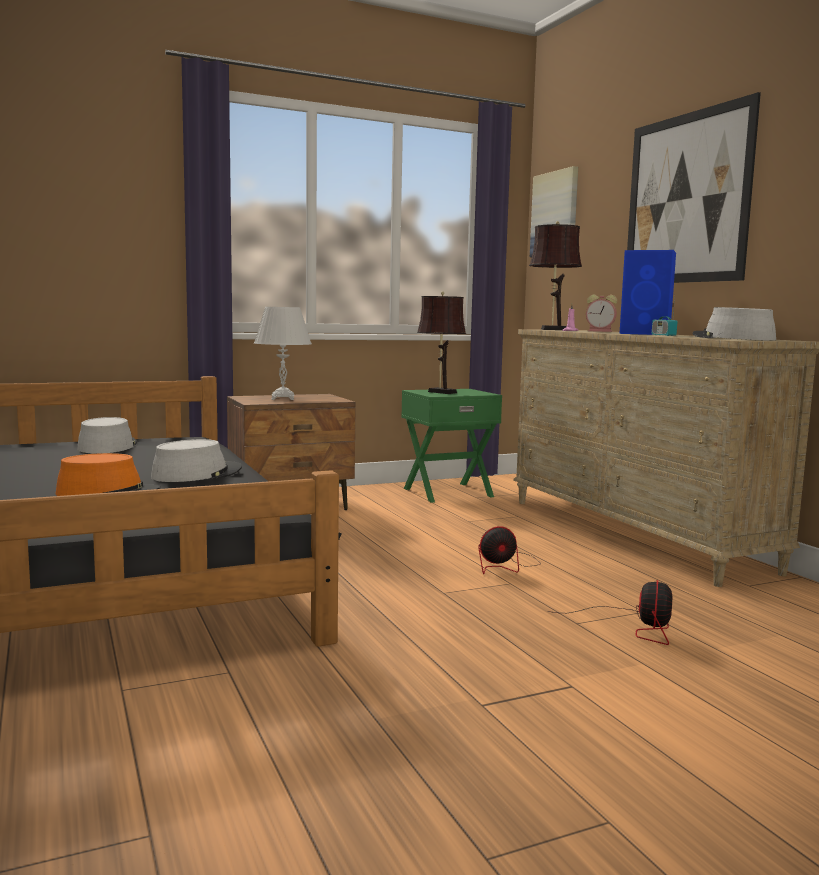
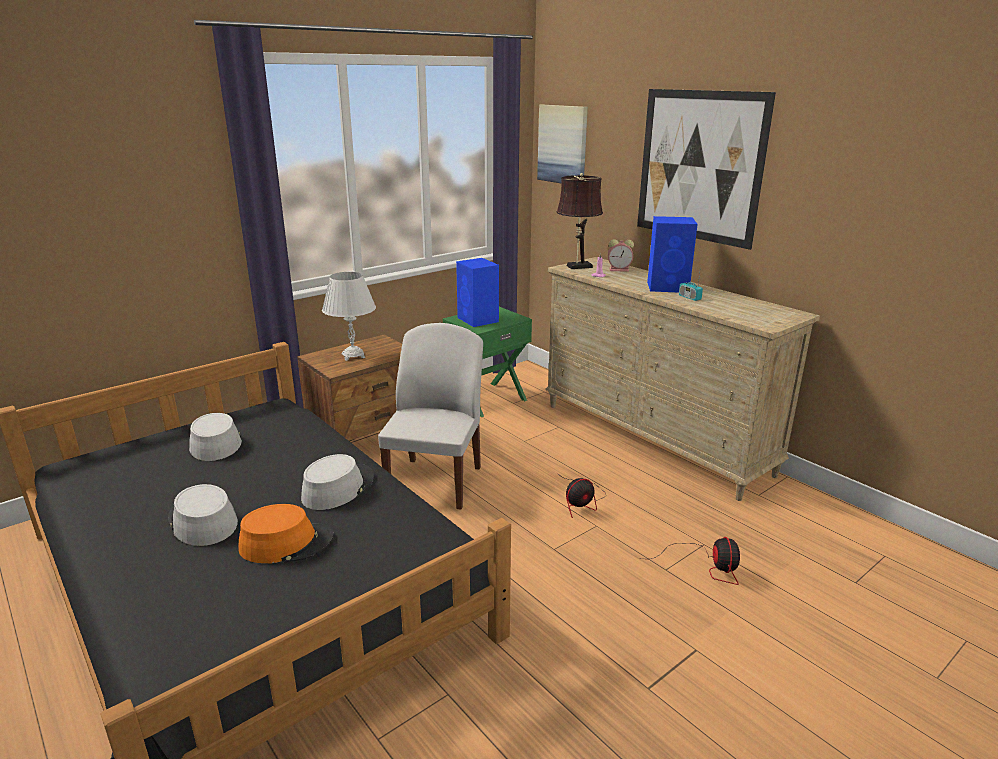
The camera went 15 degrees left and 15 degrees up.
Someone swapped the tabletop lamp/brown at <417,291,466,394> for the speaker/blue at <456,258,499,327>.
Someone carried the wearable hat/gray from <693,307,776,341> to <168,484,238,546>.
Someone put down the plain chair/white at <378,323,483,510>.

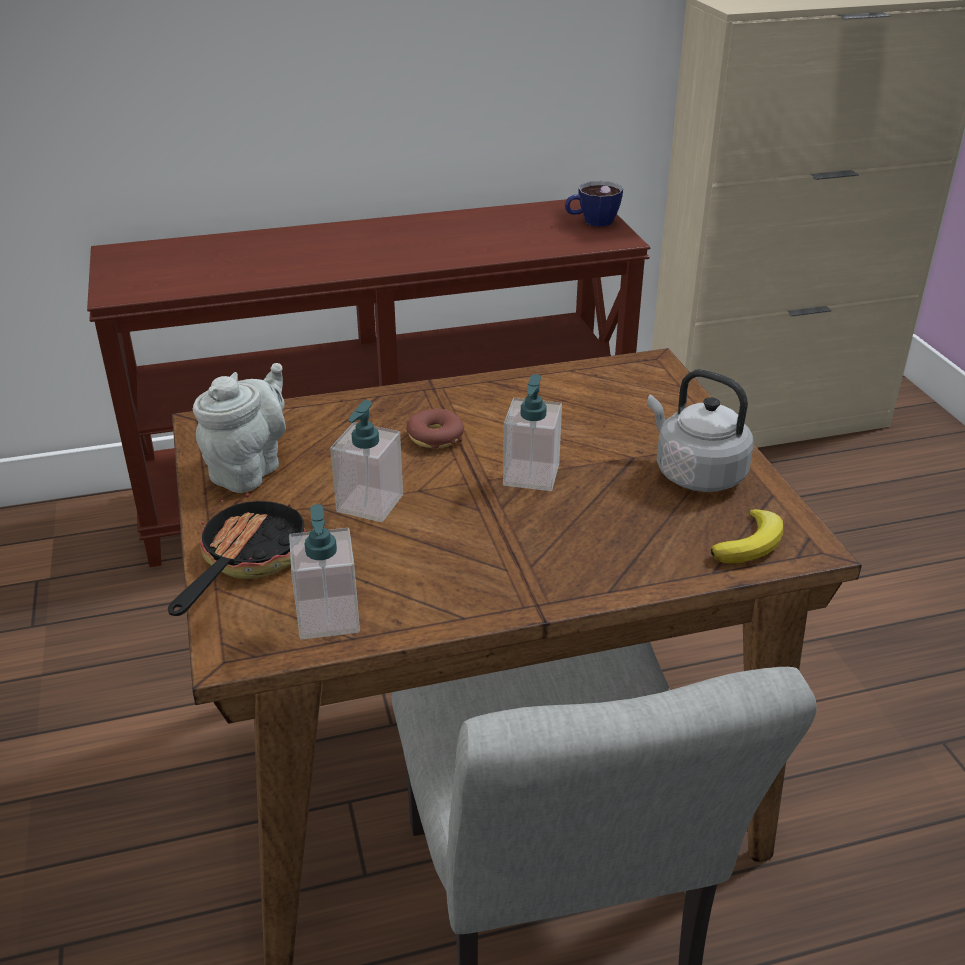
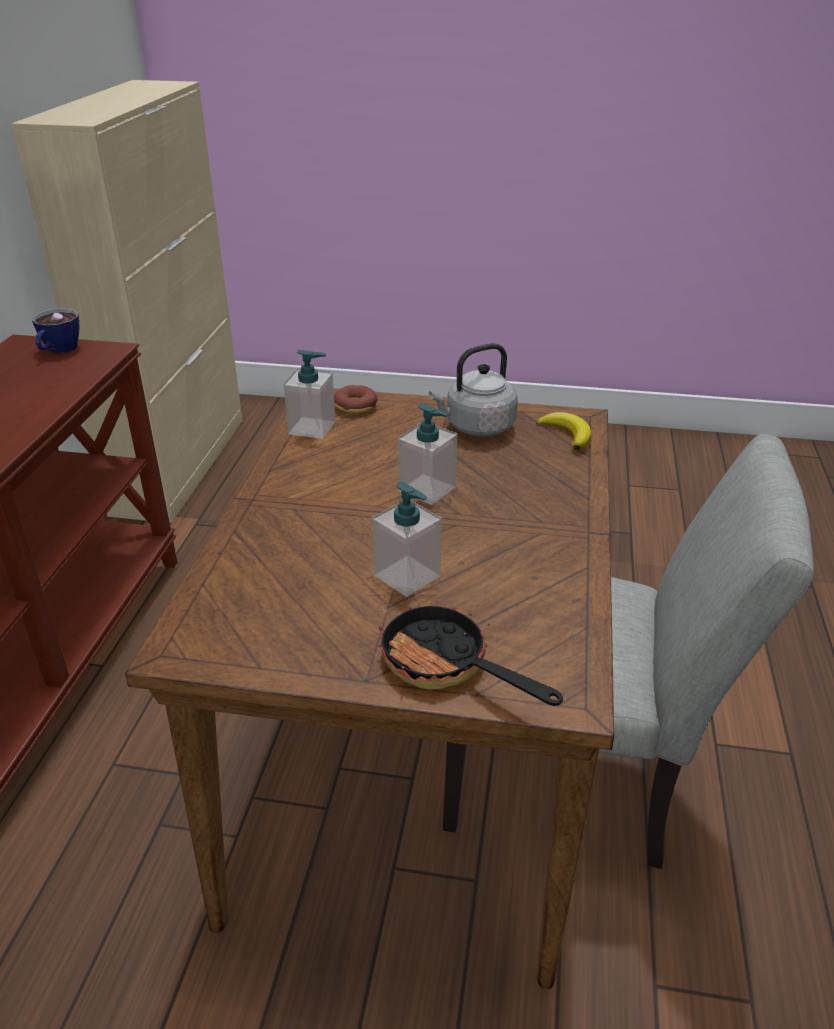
The camera went 65 degrees left and 0 degrees up.
Someone took away the pot for tea/gray at <193,363,286,493>.
Someone carried the doughnut from <406,409,464,448> to <334,385,377,414>.
Someone carried the soap bottle from <289,504,360,640> to <284,350,335,439>.

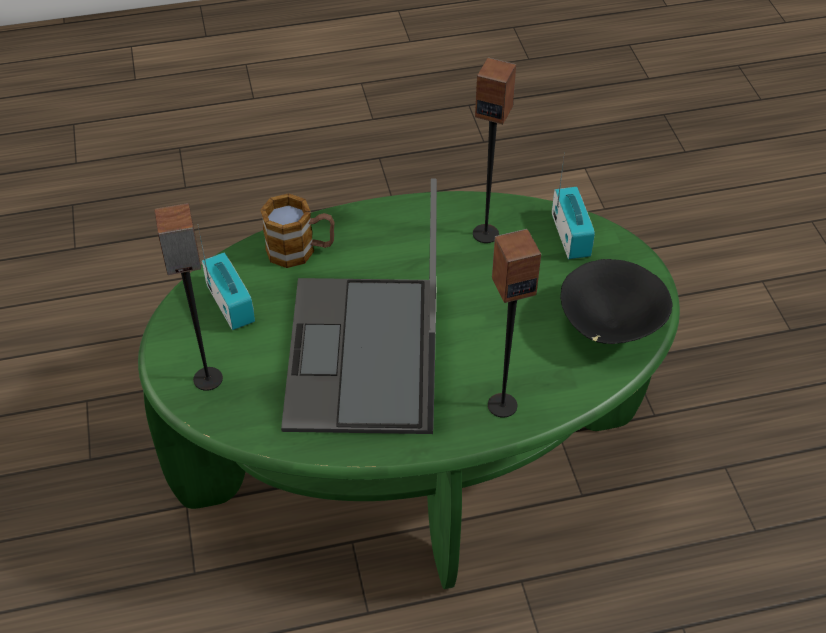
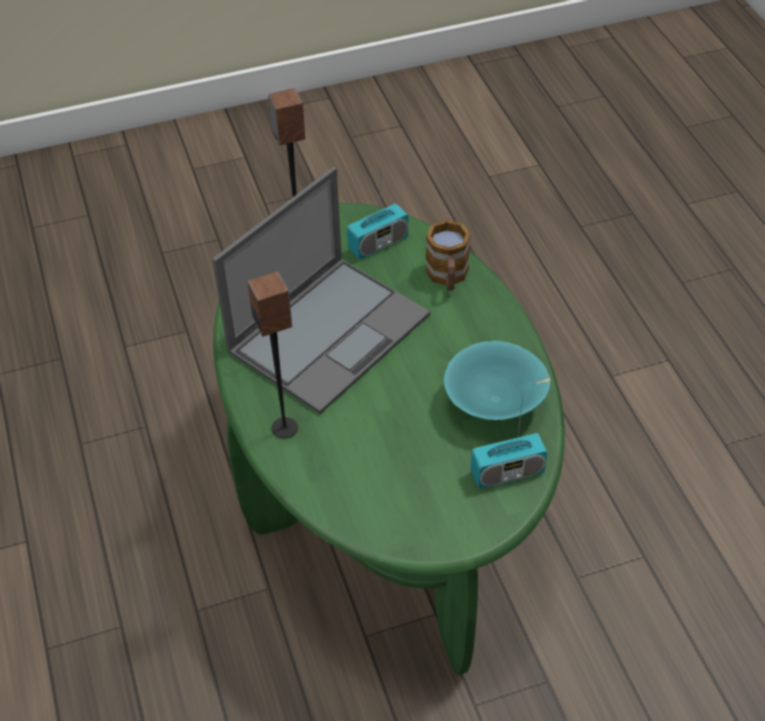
The camera went 85 degrees right and 0 degrees up.
Someone swapped the speaker at <473,57,516,243> for the deep dish/turquoise at <444,341,550,420>.
Someone rotated the notebook computer at <281,179,437,434> by 135 degrees clockwise.
Someone took away the deep dish/black-coloured at <560,259,673,344>.

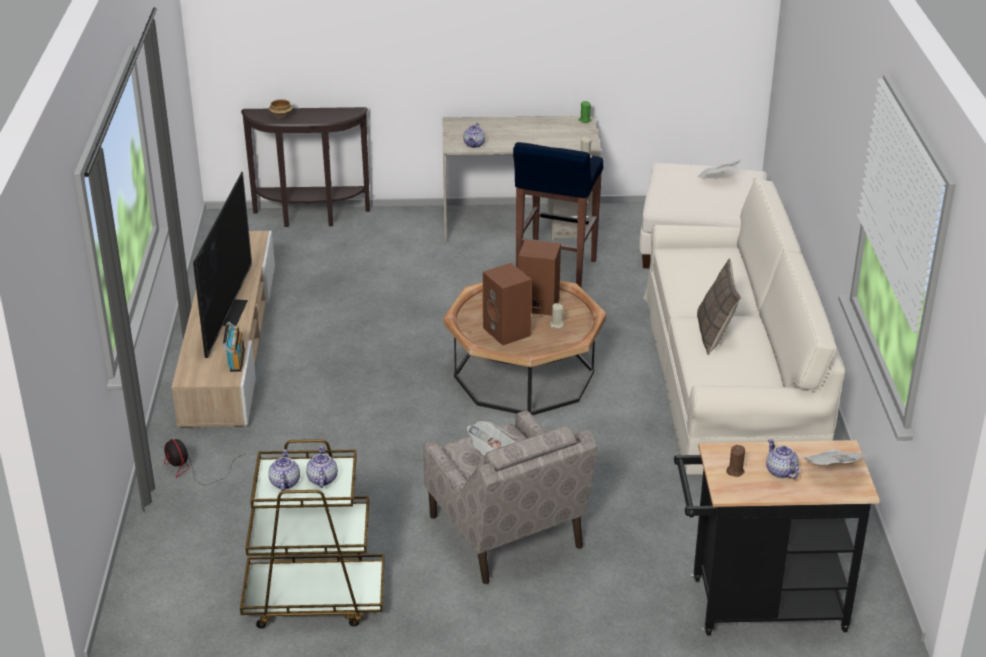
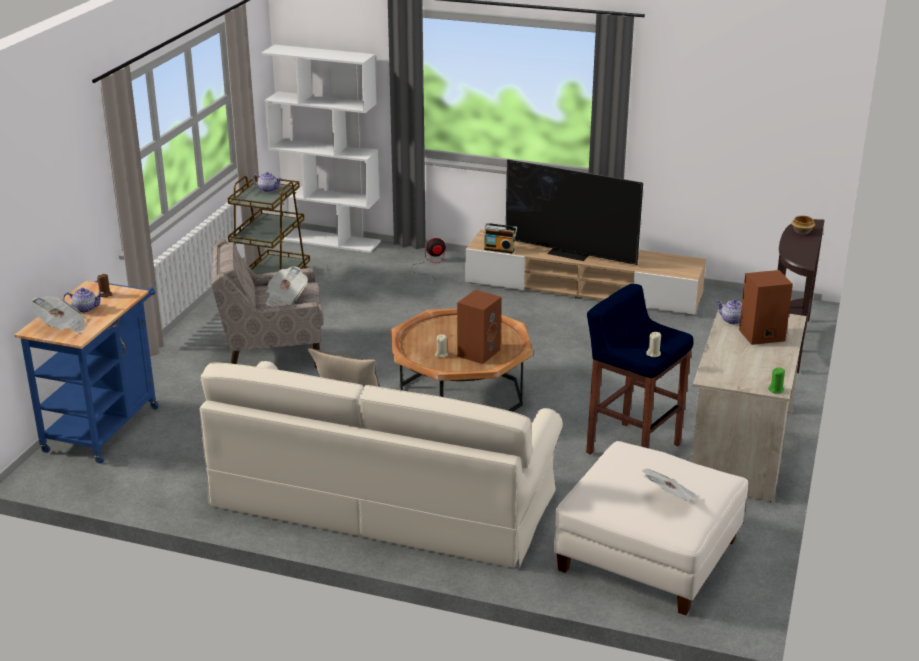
The camera went 110 degrees right and 5 degrees down.
Someone carried the speaker/brown from <483,263,532,346> to <739,270,793,345>.
Someone repainted the wheeled cart/black-coloured at <674,440,880,635>, which became the wheeled cart/blue at <15,280,159,464>.
Someone took away the pot for tea at <306,446,338,488>.
Someone put down the bookcase/white at <261,45,381,253>.

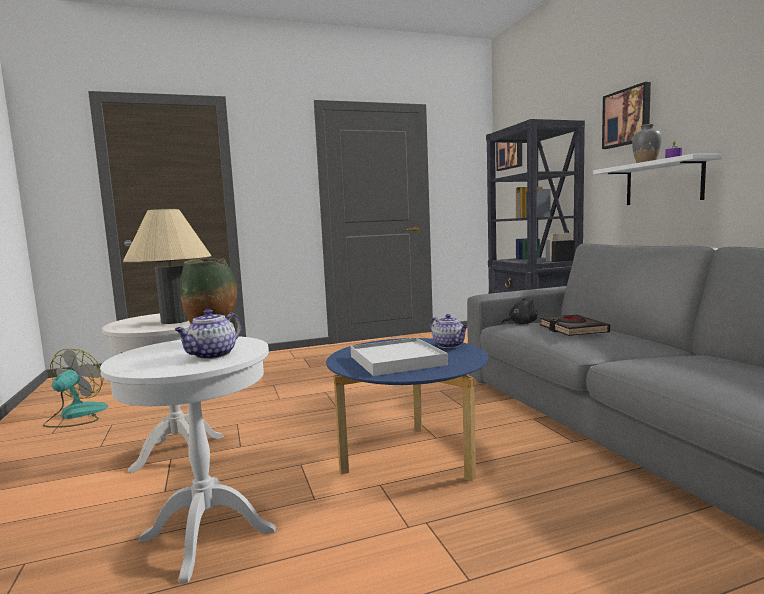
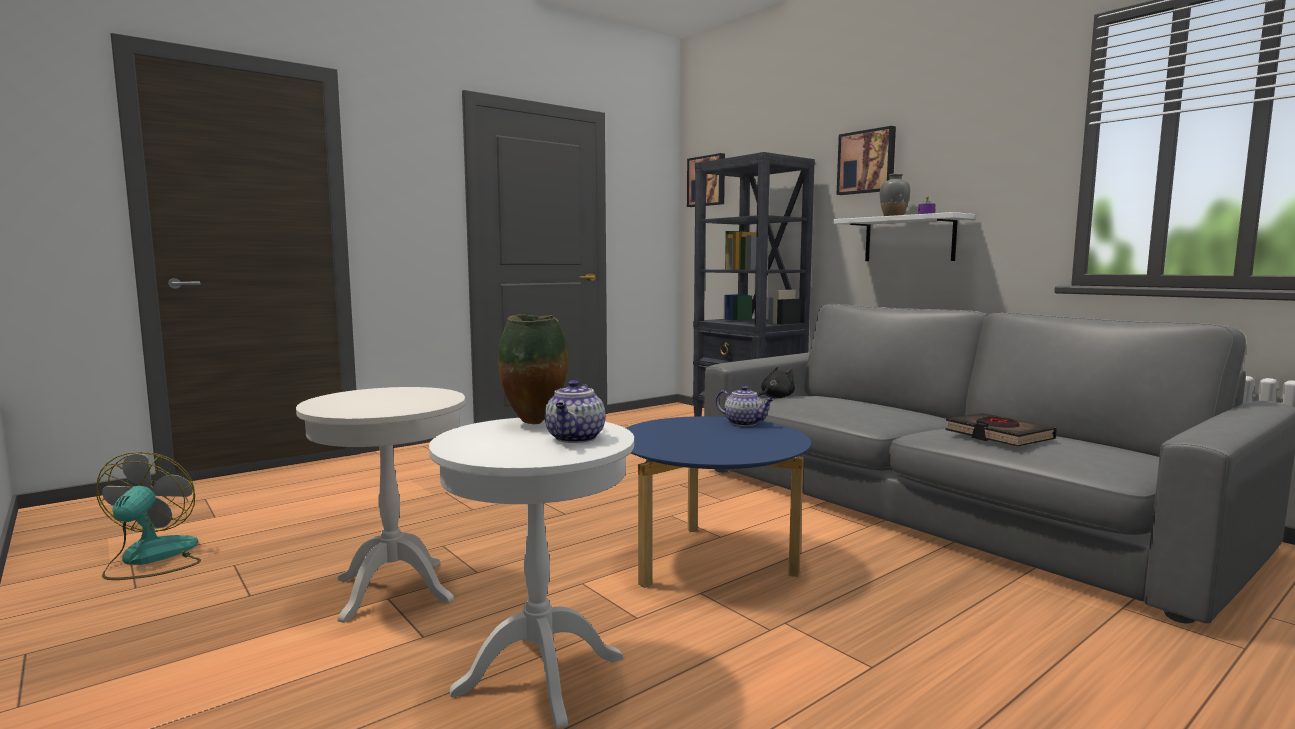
The camera went 20 degrees left and 0 degrees up.
Someone took away the tabletop lamp/beige at <123,209,211,324>.
Someone carried the bound book/black-coloured from <539,315,610,336> to <945,413,1057,447>.
Someone took away the carrying tray/white at <350,338,448,376>.

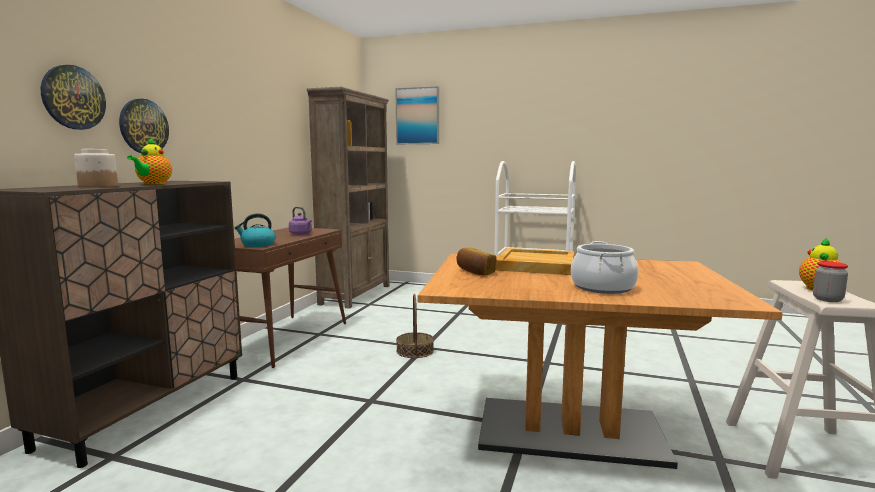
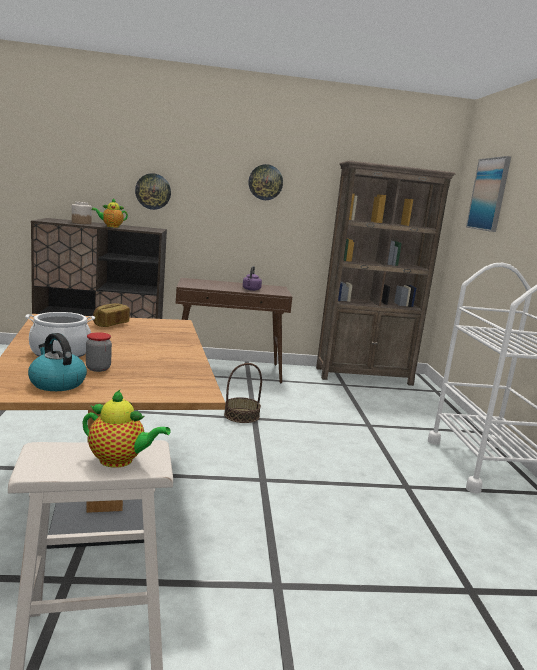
The camera went 65 degrees right and 5 degrees up.
Someone carried the hanging clock from <41,65,106,130> to <248,164,283,200>.
Someone carried the water kettle from <234,213,276,247> to <28,333,87,391>.
Someone took away the carrying tray/beige at <495,248,575,275>.
Someone carried the storage jar from <813,261,848,302> to <86,332,112,372>.

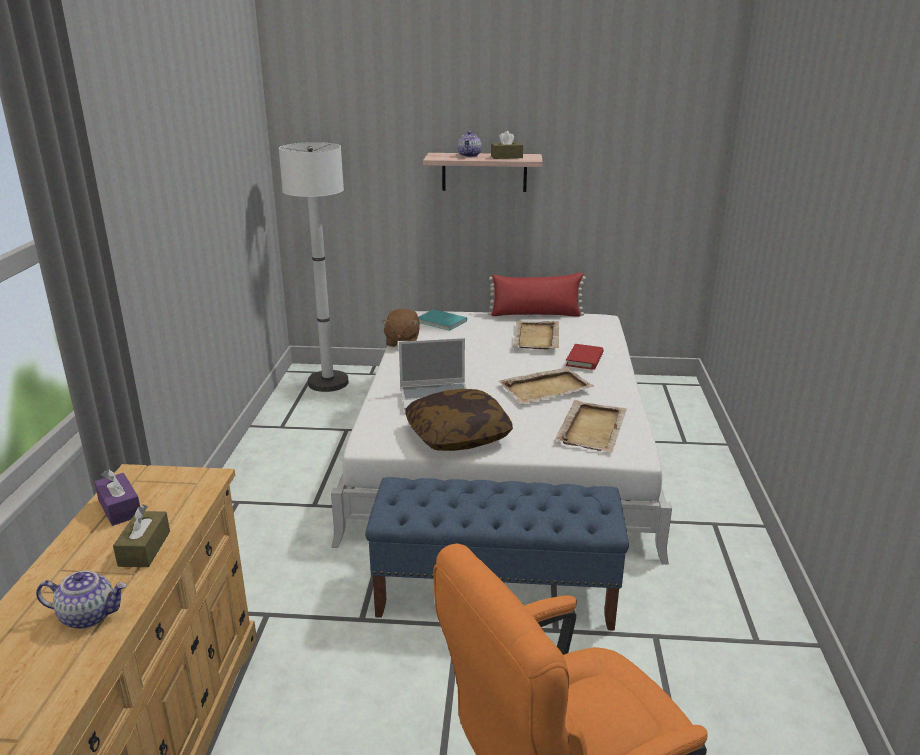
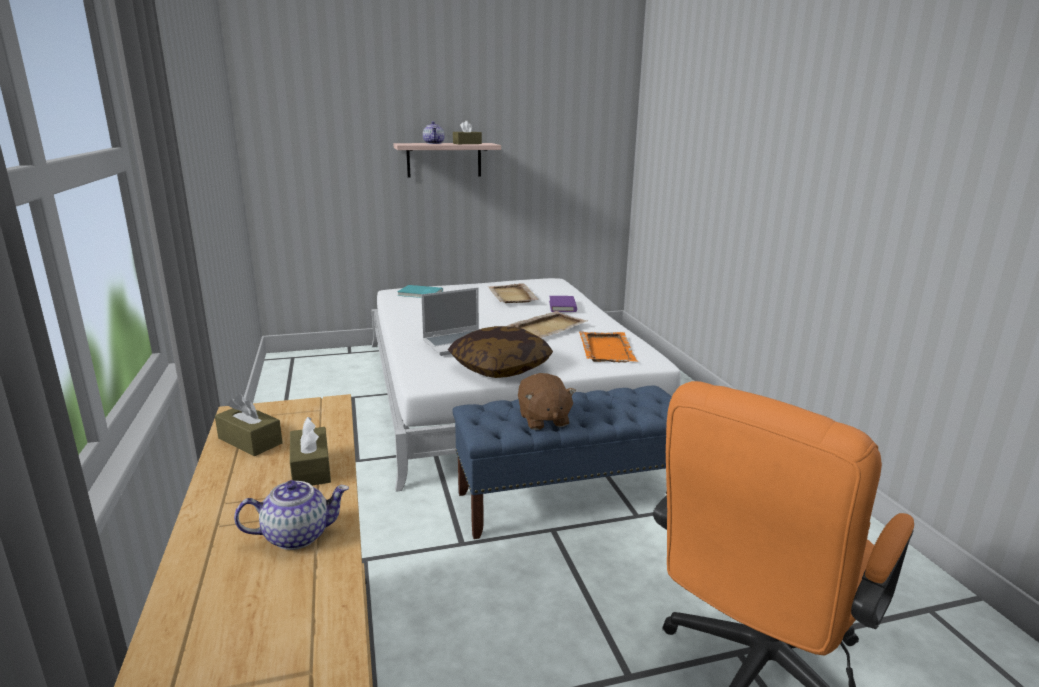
The camera went 20 degrees left and 5 degrees down.
Someone took away the standard lamp/white at <279,142,349,392>.
Someone took away the pillow/red-coloured at <488,273,586,317>.
Someone carried the plush toy/brown from <381,308,420,347> to <518,373,576,430>.
Someone repainted the bound book/red-coloured at <566,344,604,370>, which became the bound book/purple-coloured at <549,296,577,312>.
Someone repainted the carrying tray/beige at <555,400,627,452>, which became the carrying tray/orange at <580,331,638,362>.
Someone repainted the tissue holder/purple-coloured at <94,469,140,526>, which became the tissue holder/brown at <215,394,283,456>.

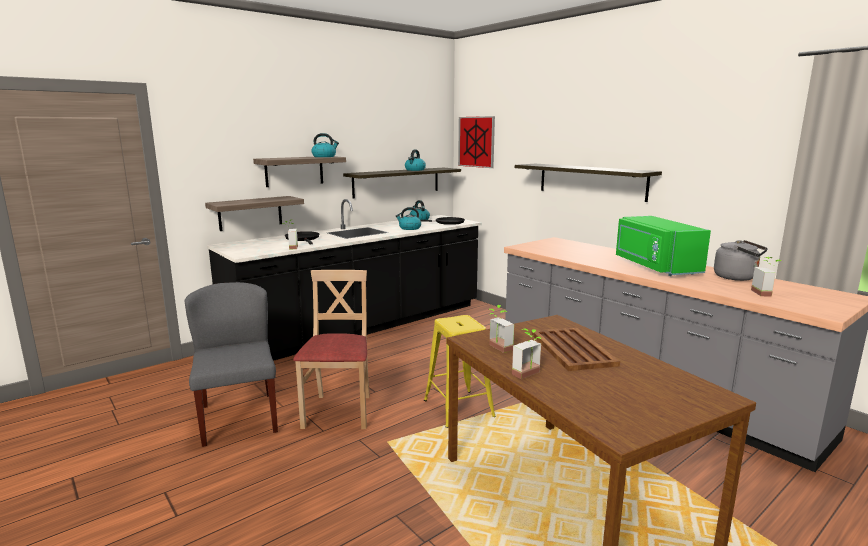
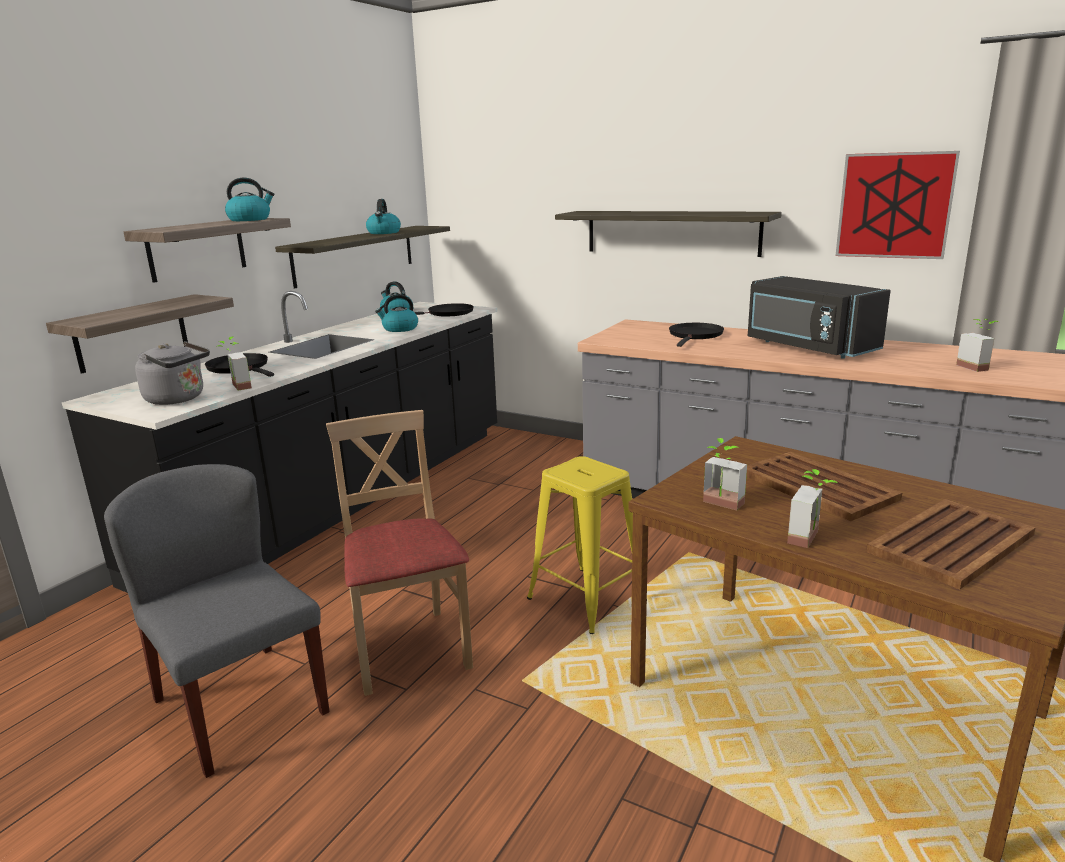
The camera went 20 degrees left and 5 degrees up.
Someone carried the wall art from <458,116,495,168> to <835,151,960,259>.
Someone repainted the kitchen microwave/greenish at <616,216,711,276>, which became the kitchen microwave/black-coloured at <748,276,891,359>.
Someone carried the water kettle/gray from <714,240,768,281> to <135,341,210,405>.
Someone put down the pan/black-coloured at <669,323,724,347>.
Someone put down the carrying tray/brown at <866,499,1036,589>.

